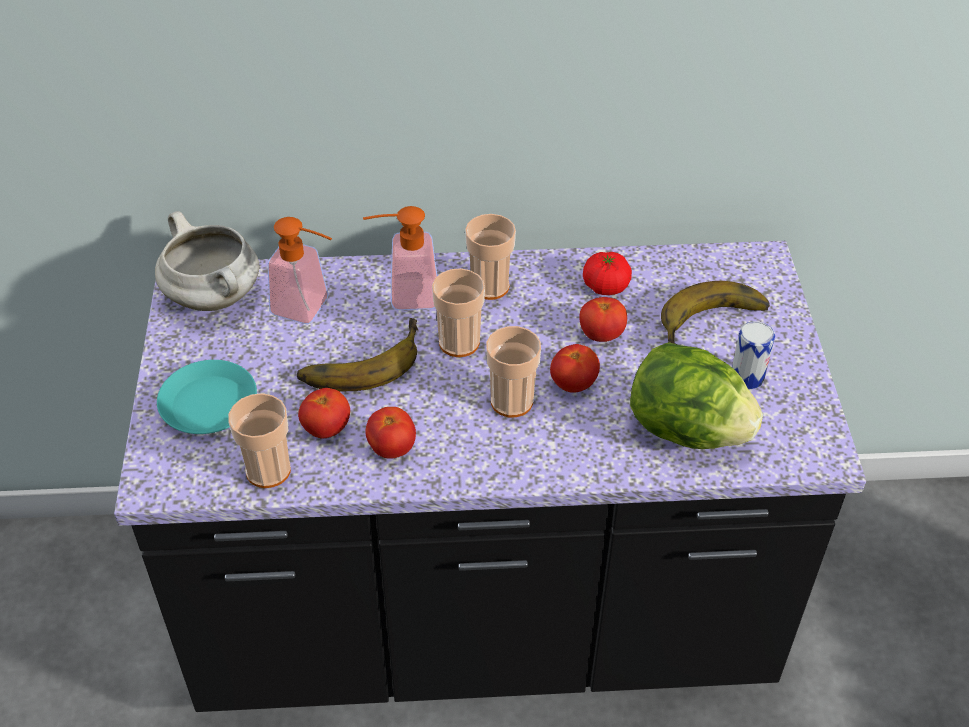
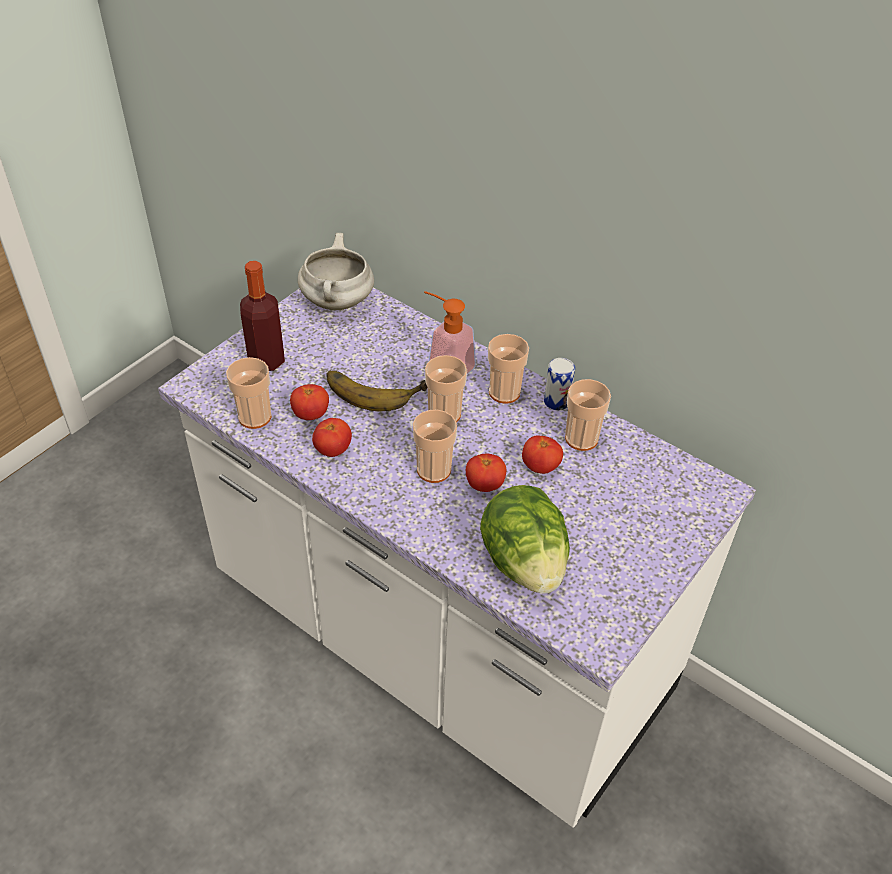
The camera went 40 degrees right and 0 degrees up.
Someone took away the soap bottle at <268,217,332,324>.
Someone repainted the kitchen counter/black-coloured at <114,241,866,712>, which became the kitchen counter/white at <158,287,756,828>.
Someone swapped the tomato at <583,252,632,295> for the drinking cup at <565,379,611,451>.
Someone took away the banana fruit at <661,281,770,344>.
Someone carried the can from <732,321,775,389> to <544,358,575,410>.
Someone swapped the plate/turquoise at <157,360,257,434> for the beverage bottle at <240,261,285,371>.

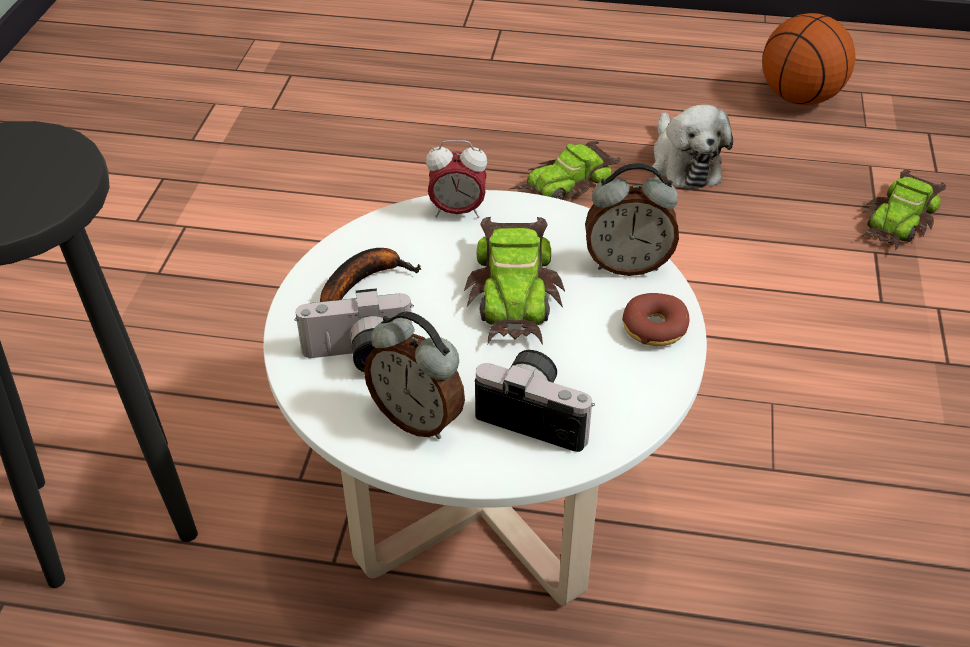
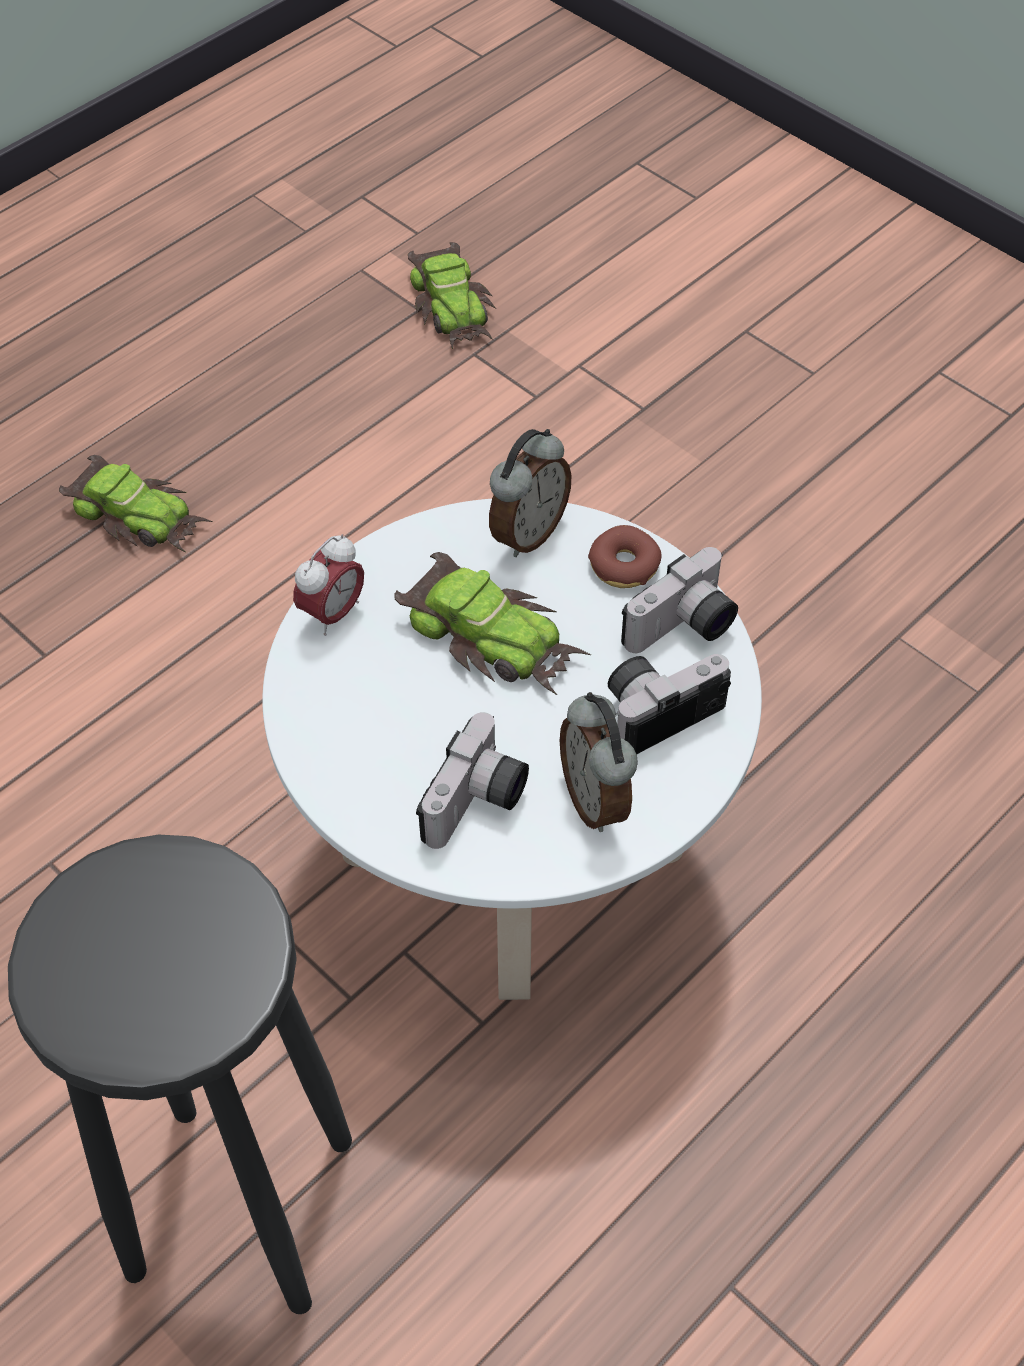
The camera went 55 degrees left and 10 degrees up.
Someone took away the basketball ball at <762,13,855,105>.
Someone took away the plush toy at <652,104,733,190>.
Someone rotated the miniature car at <510,141,621,200> by 60 degrees counterclockwise.
Someone took away the banana fruit at <320,248,421,302>.
Someone rotated the alarm clock at <364,311,465,439> by 90 degrees clockwise.
Someone put down the still camera at <621,547,738,653>.

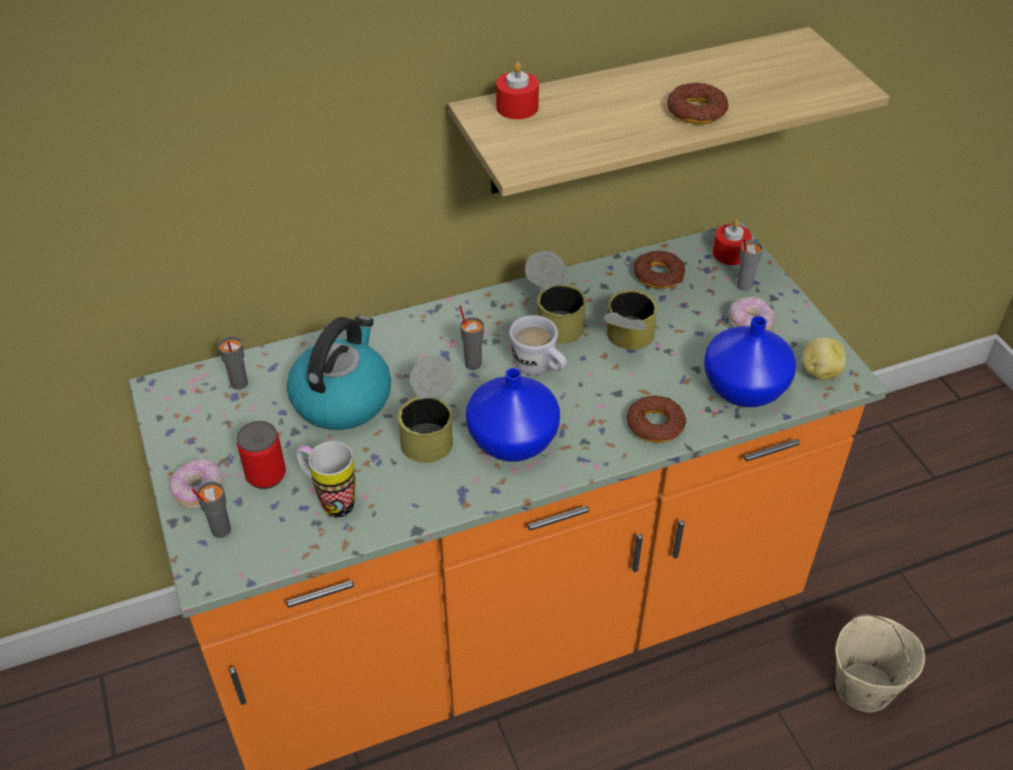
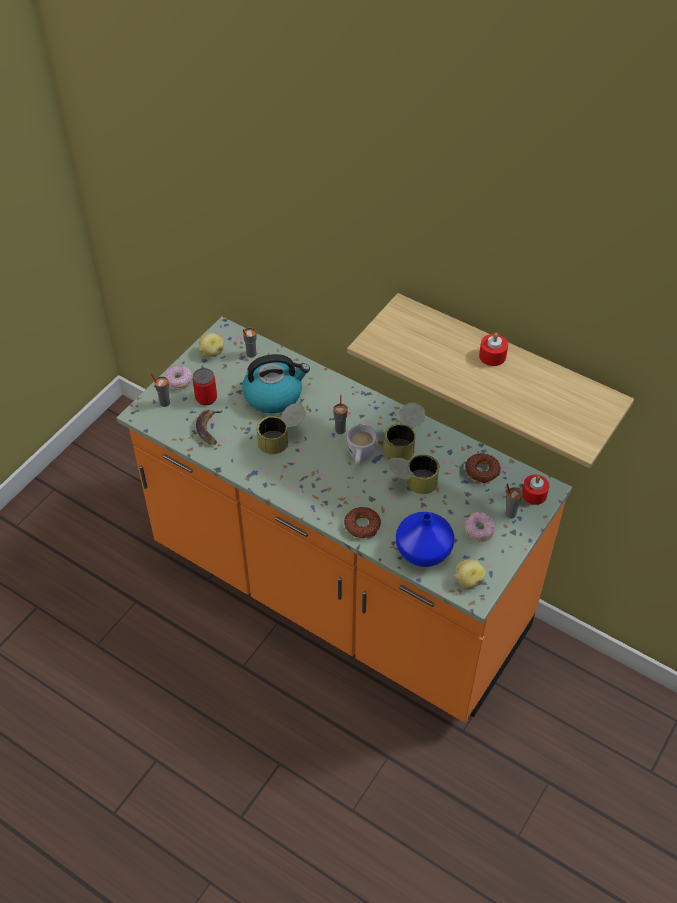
The camera went 55 degrees right and 5 degrees up.
Someone carried the candle/red-coloured from <496,62,539,119> to <479,333,508,366>.
Someone took away the doughnut at <667,83,729,124>.
Someone took away the vase/blue at <466,368,560,462>.
Someone swapped the tea mug at <296,441,356,518> for the banana fruit at <196,410,223,445>.
Someone took away the bucket/beige at <835,614,925,712>.
Someone put down the potato at <199,333,224,357>.

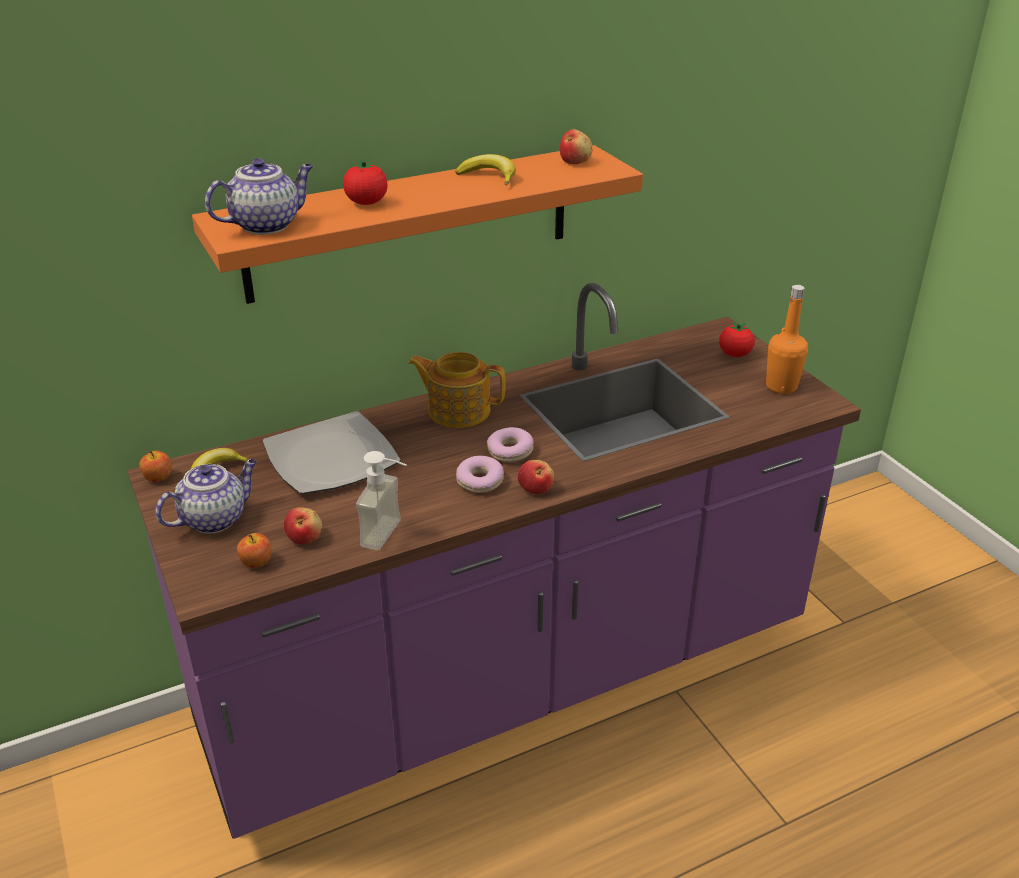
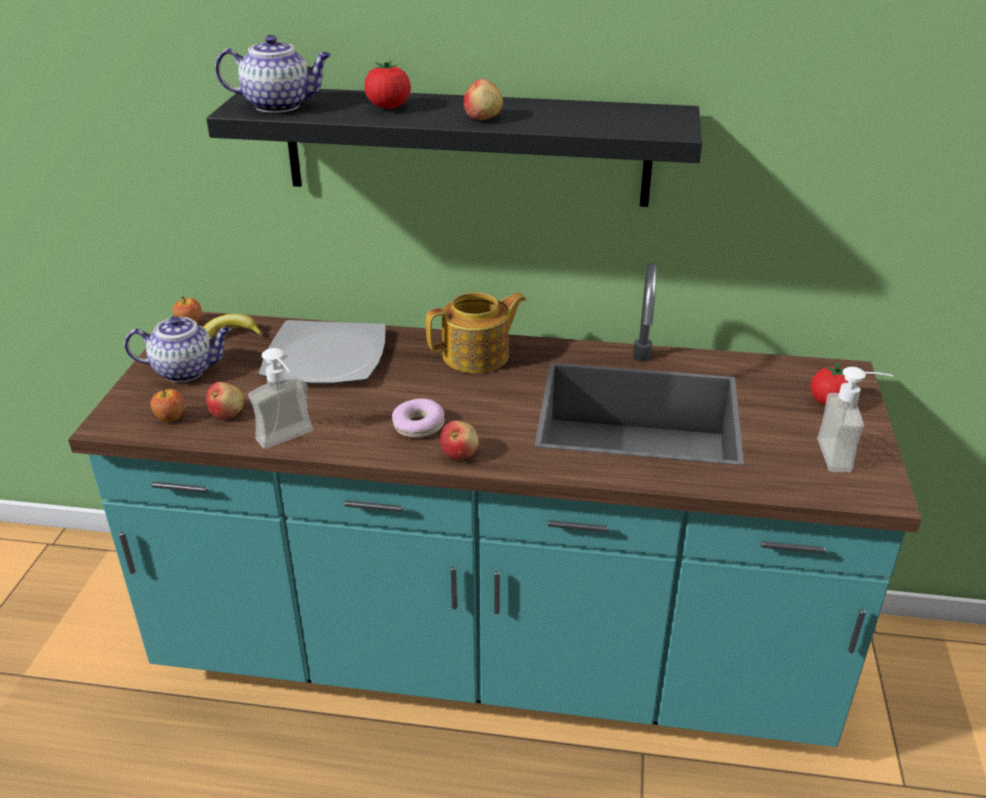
The camera went 35 degrees right and 0 degrees up.
Someone carried the whole apple from <560,129,593,164> to <464,79,503,120>.
Someone repainted the wall shelf/orange at <192,145,643,304>, which became the wall shelf/black-coloured at <206,89,702,207>.
Someone took away the banana fruit at <456,154,516,186>.
Someone repainted the kitchen counter/purple-coloured at <127,283,861,839>, which became the kitchen counter/turquoise at <68,263,922,747>.
Someone swapped the beverage bottle/orange at <766,285,808,394> for the soap bottle at <817,367,893,473>.
Someone rotated the pot for tea at <408,352,505,428> by 105 degrees clockwise.
Someone took away the doughnut at <487,427,534,462>.

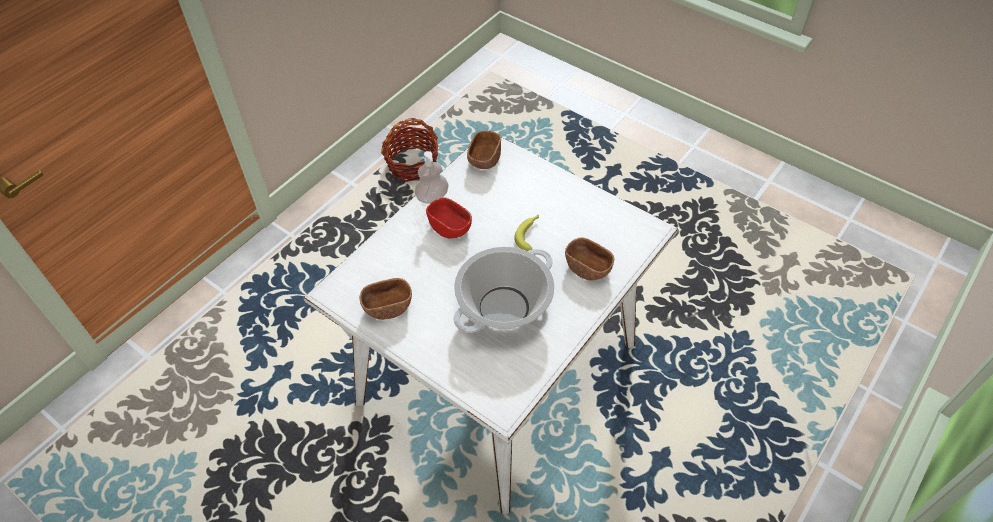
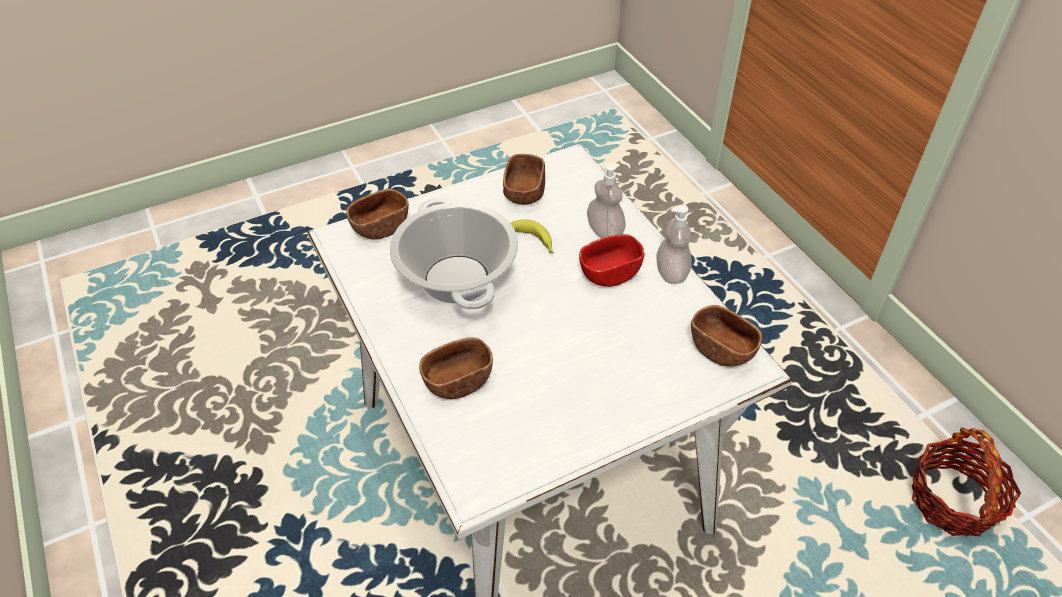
The camera went 115 degrees right and 5 degrees down.
Someone carried the banana fruit from <514,214,539,251> to <511,219,554,253>.
Someone put down the soap bottle at <587,163,626,238>.
Someone put down the deep dish/brown at <346,189,409,239>.

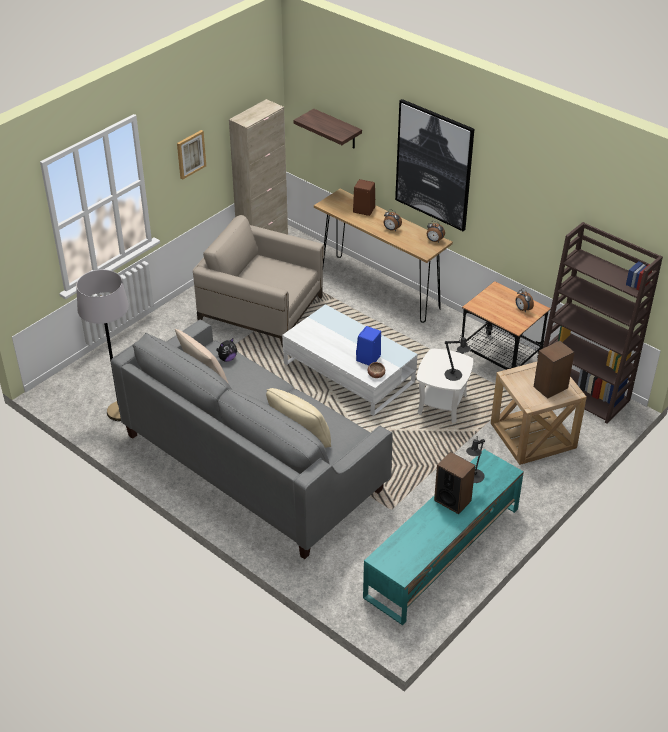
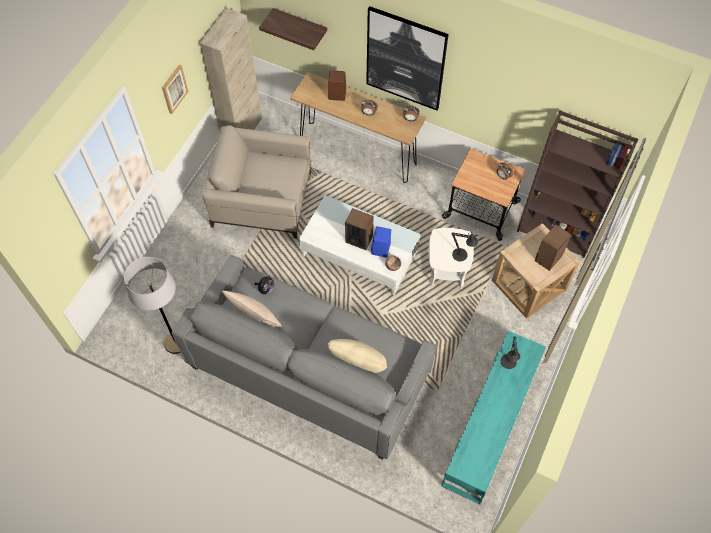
The camera went 15 degrees left and 20 degrees up.
Someone carried the speaker from <434,452,475,514> to <345,208,374,250>.

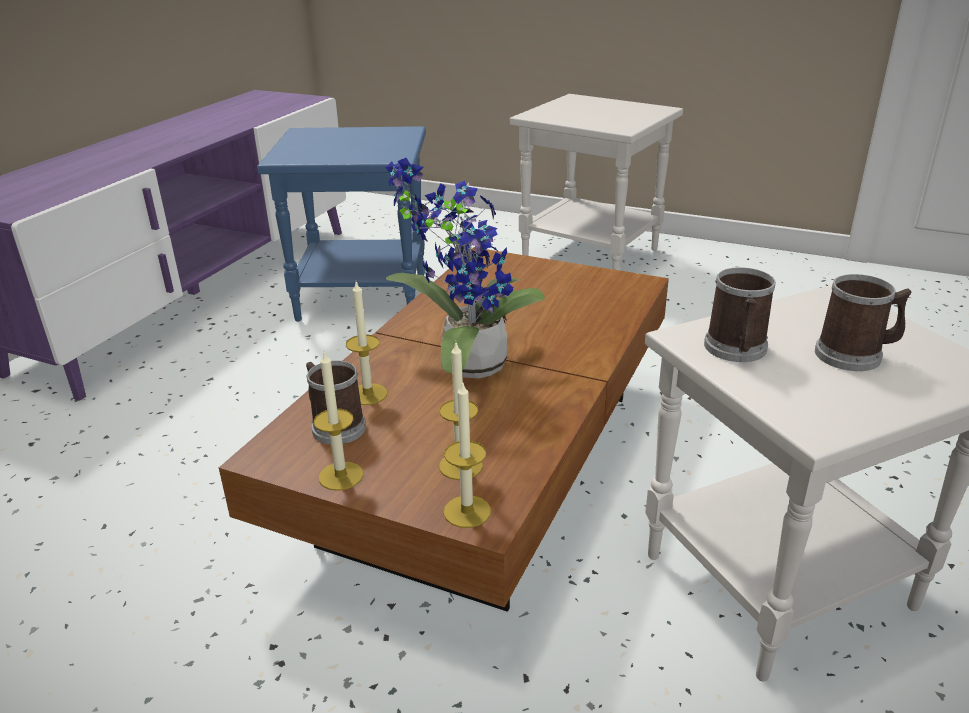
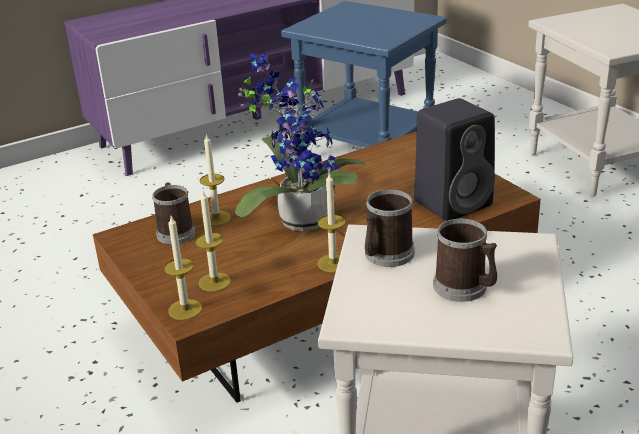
The camera went 35 degrees right and 0 degrees up.
Someone carried the candle from <314,351,363,491> to <318,174,345,272>.
Someone put down the speaker/black-coloured at <414,98,495,221>.

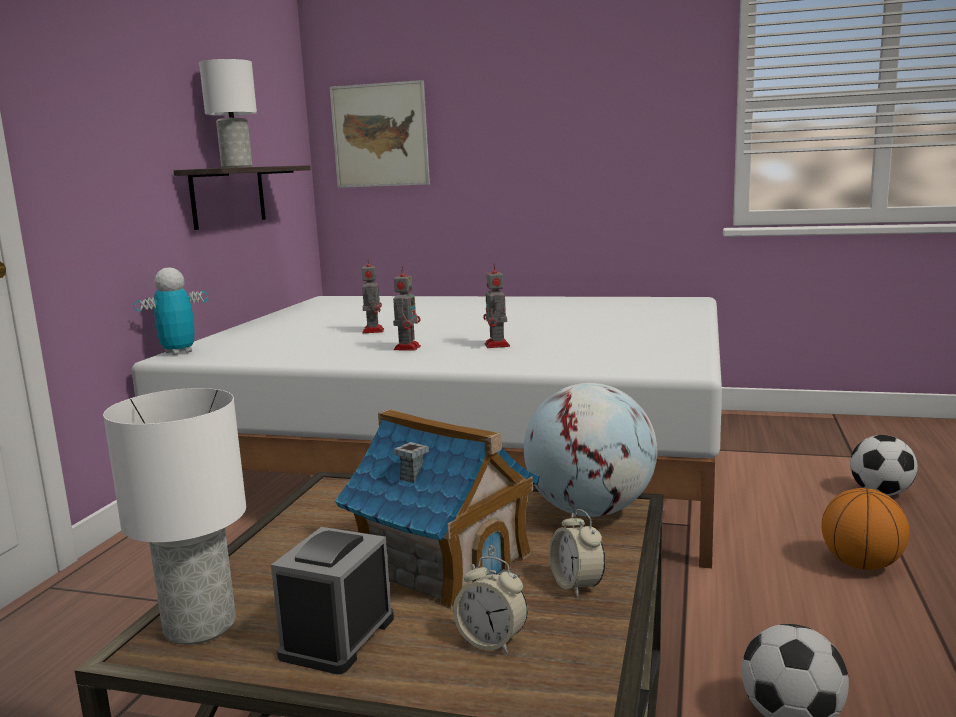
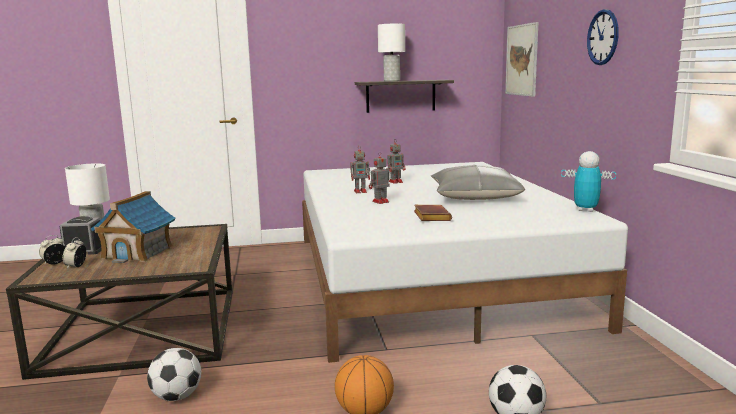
The camera went 65 degrees right and 0 degrees up.
Someone carried the robot figure from <134,267,208,355> to <561,151,616,212>.
Someone took away the world globe at <524,383,657,517>.
Someone carried the alarm clock from <549,509,605,597> to <39,235,66,265>.
Someone put up the hanging clock at <587,9,619,65>.
Someone put down the pillow/gray at <431,165,525,200>.
Someone put down the bound book/brown at <414,205,452,221>.

